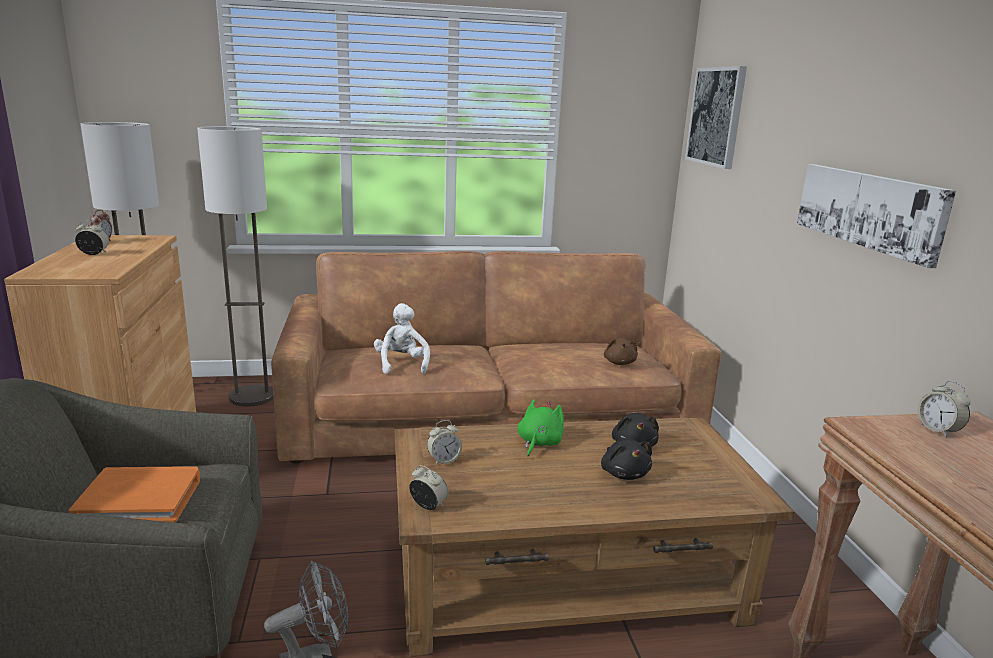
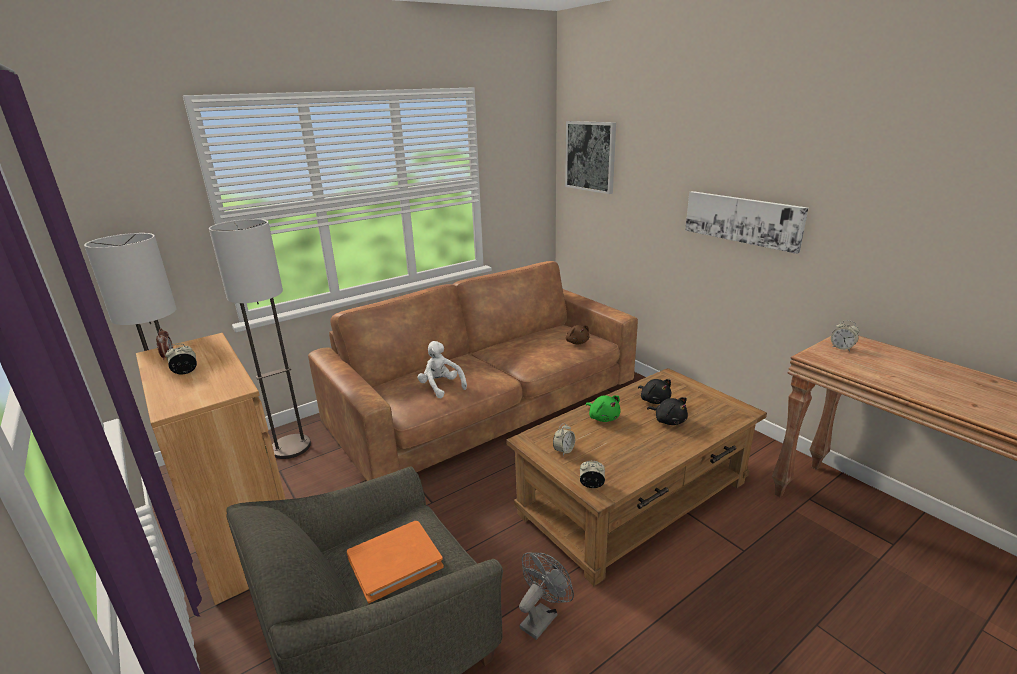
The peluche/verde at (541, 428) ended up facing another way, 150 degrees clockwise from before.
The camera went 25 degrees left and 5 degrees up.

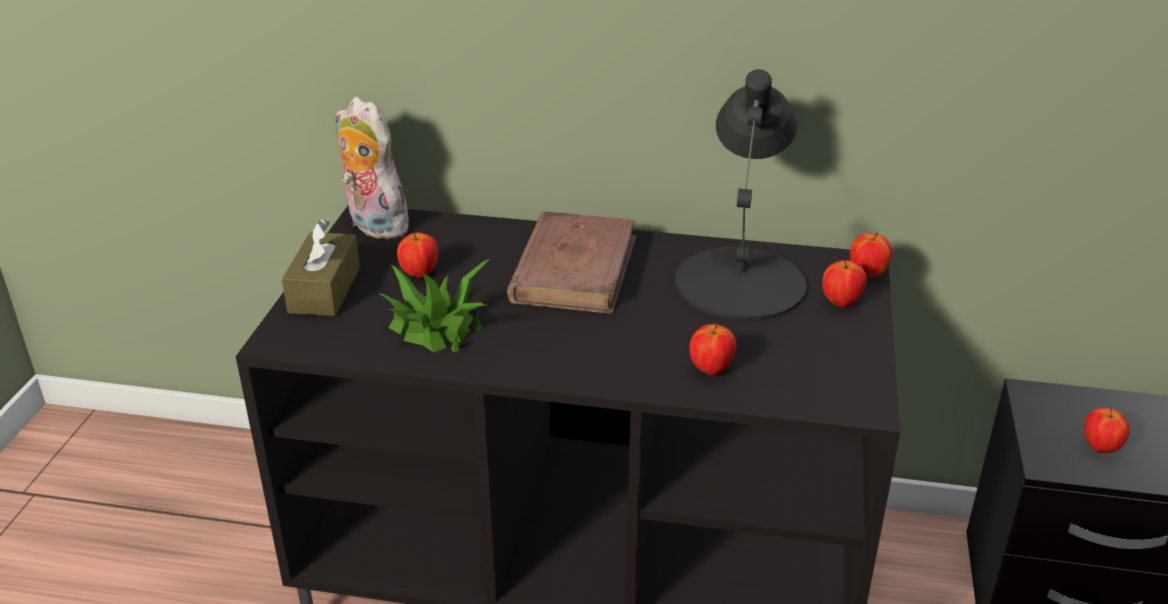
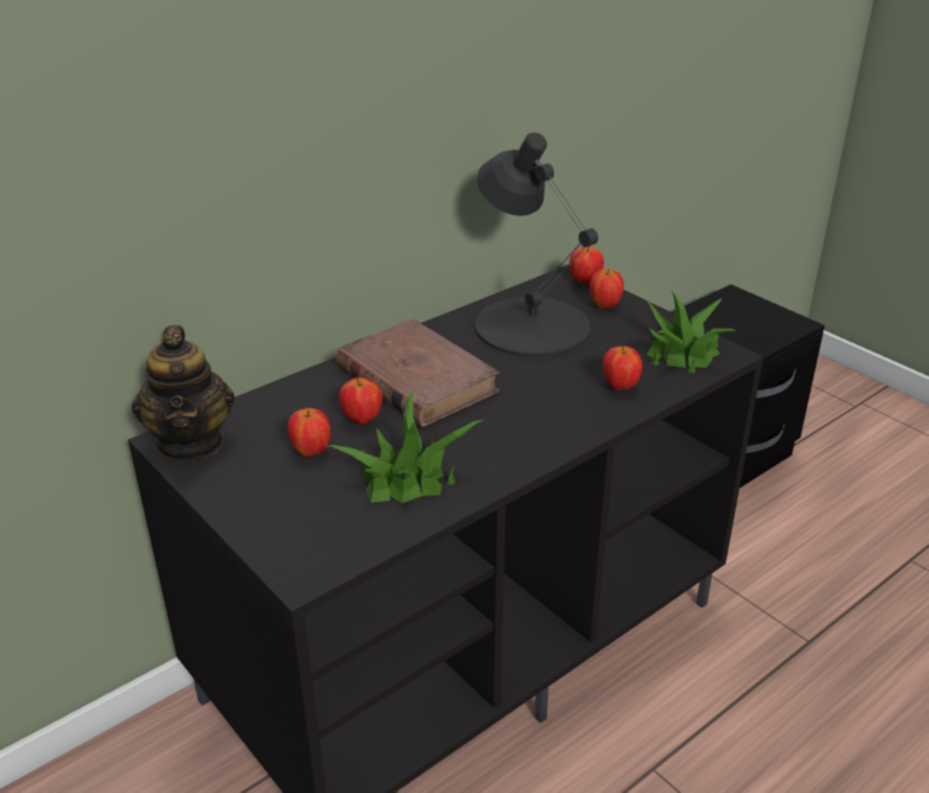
Where the peluche stood at (376, 168), the tetera came to stand at (183, 392).
The second view lost the caja de pañuelos/marrón at (321, 267).
The manzana ended up elsewhere, having gone from (1106, 430) to (360, 400).
The second view gained the planta en maceta at (691, 331).
The camera went 50 degrees left and 0 degrees up.

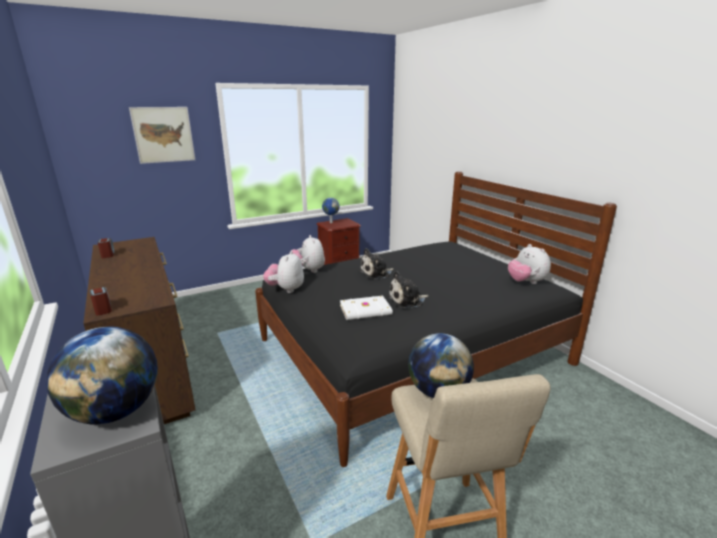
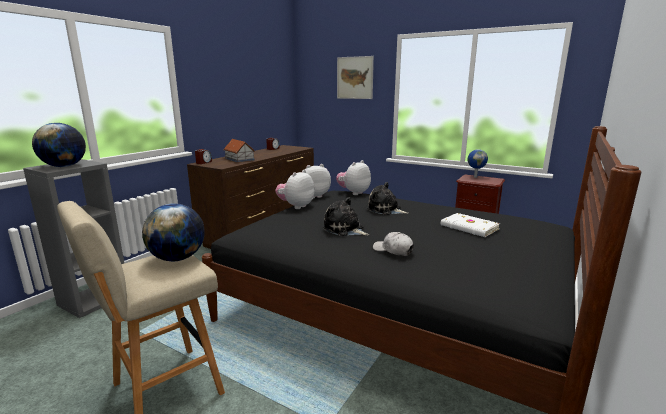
The peluche ended up elsewhere, having gone from (529, 264) to (295, 189).
The libro/blanco ended up elsewhere, having gone from (366, 308) to (470, 225).
The second view gained the casita at (239, 151).
The second view gained the gorra/blanco at (393, 244).
The camera went 60 degrees right and 5 degrees down.

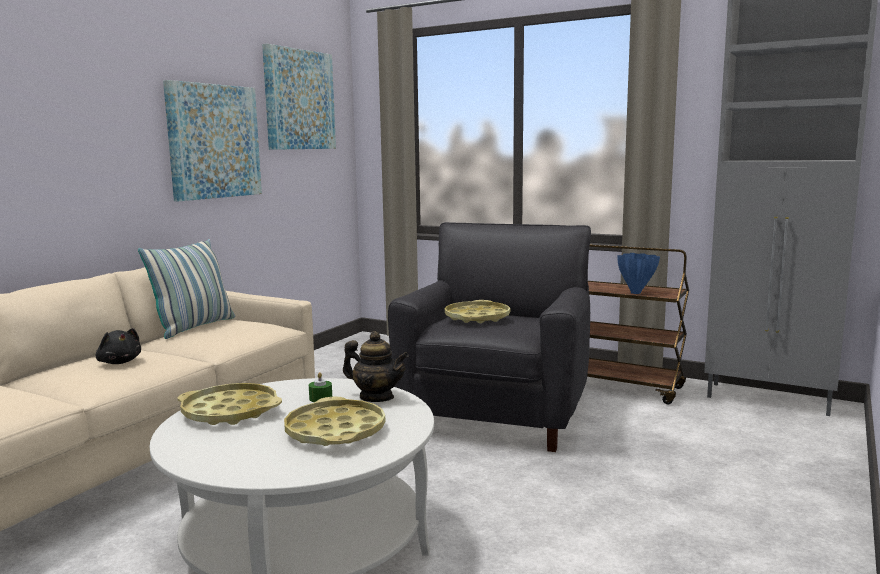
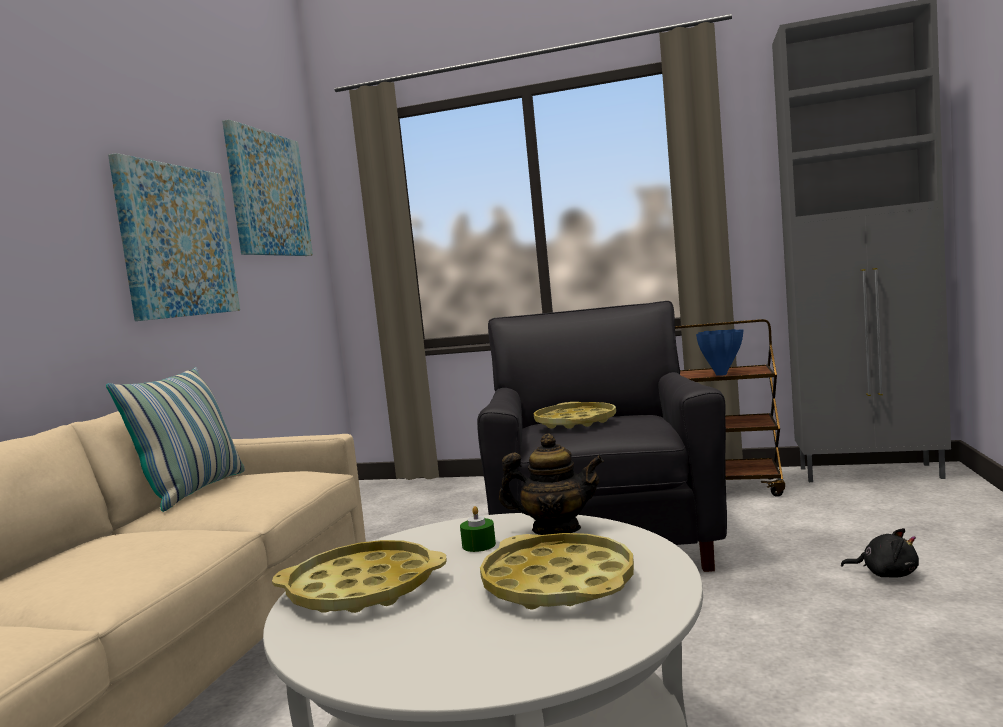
The peluche/negro ended up elsewhere, having gone from (118, 346) to (880, 553).
The camera went 15 degrees left and 5 degrees down.

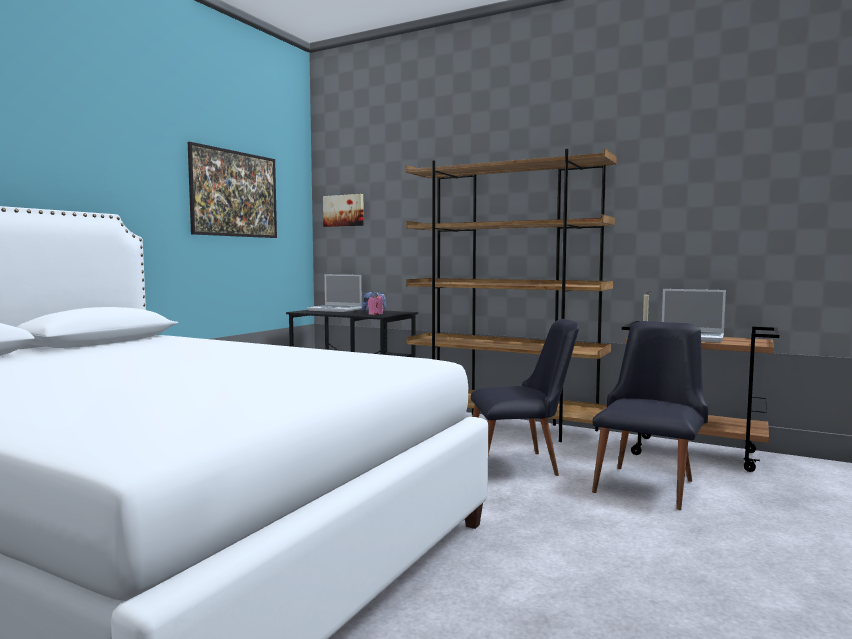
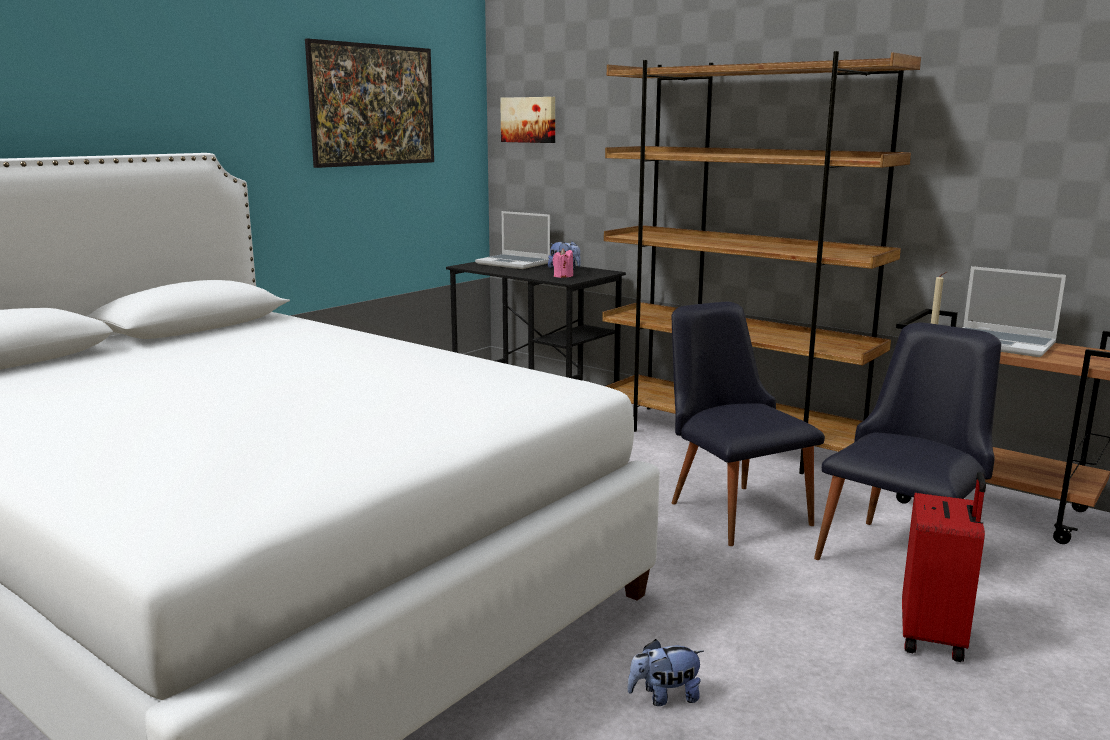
The silla/negro at (525, 397) ended up facing another way, 120 degrees counterclockwise from before.
The second view gained the maleta/rojo at (944, 567).
The second view gained the peluche at (665, 672).
The camera went 10 degrees right and 10 degrees up.

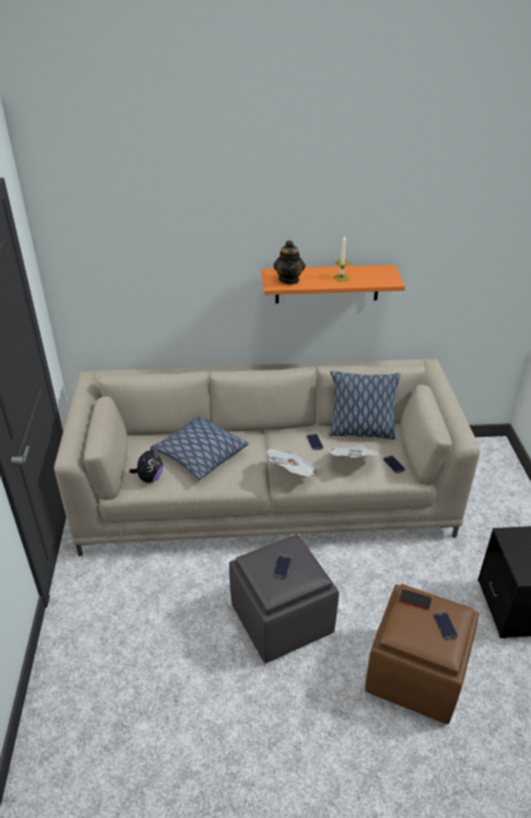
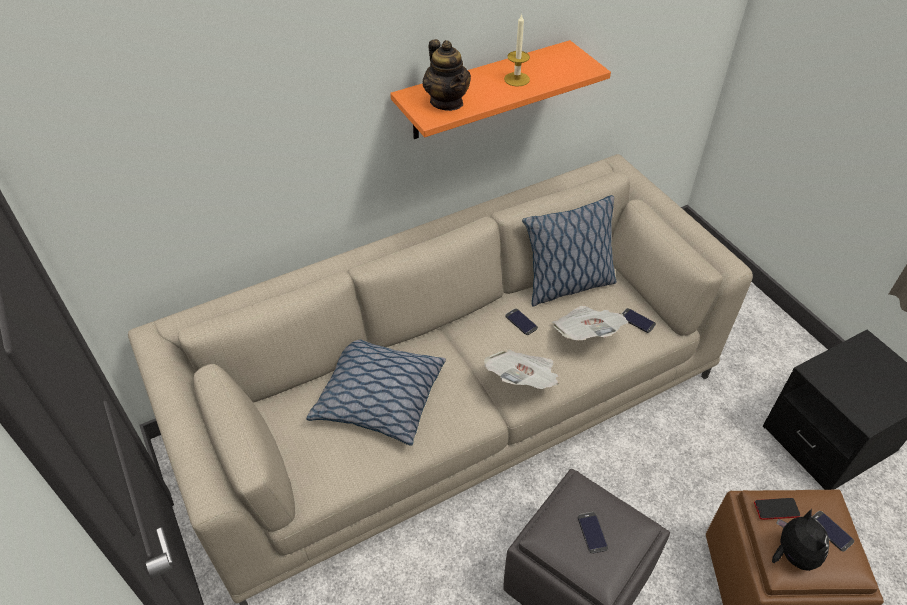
The peluche ended up elsewhere, having gone from (146, 464) to (800, 540).
The camera went 25 degrees left and 10 degrees up.

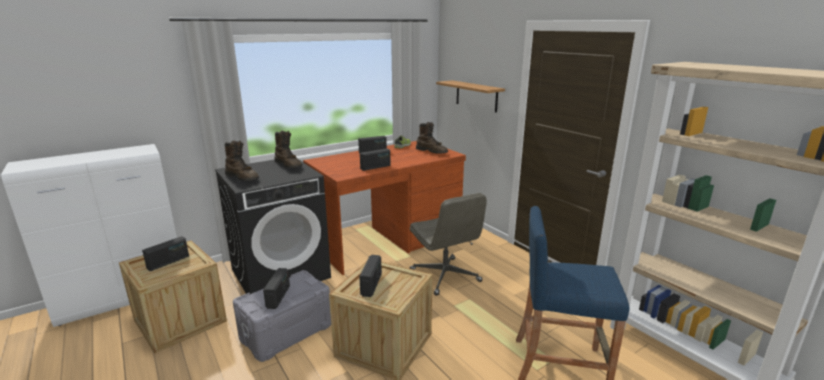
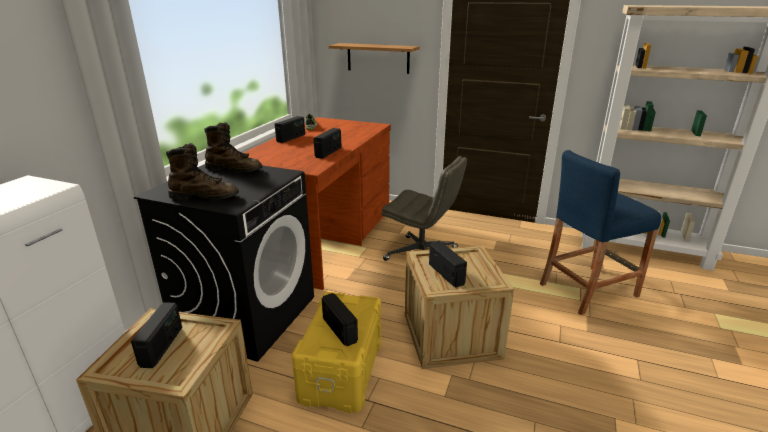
The second view lost the bota/marrón at (432, 138).
What was the caja de almacenaje/gris at (282, 316) turned into the caja de almacenaje/amarillo at (336, 352).
The camera went 35 degrees left and 5 degrees up.

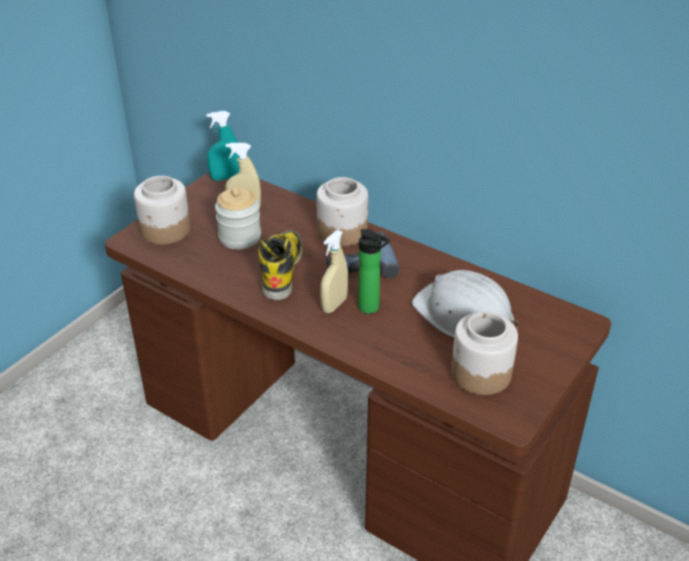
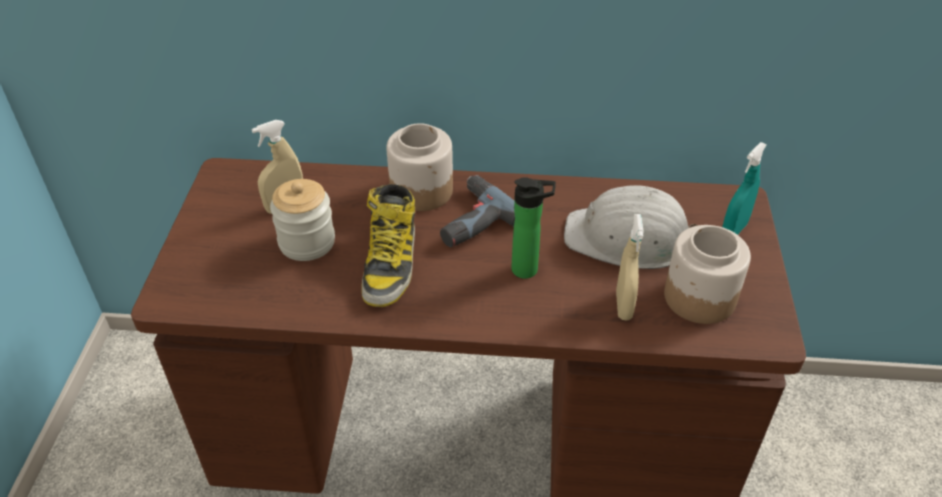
The pulverizador/turquesa ended up elsewhere, having gone from (222, 146) to (744, 188).
The second view lost the tarro at (162, 210).
The pulverizador/beis ended up elsewhere, having gone from (334, 271) to (630, 267).
The bota at (281, 265) ended up facing another way, 150 degrees counterclockwise from before.
The camera went 30 degrees left and 5 degrees up.

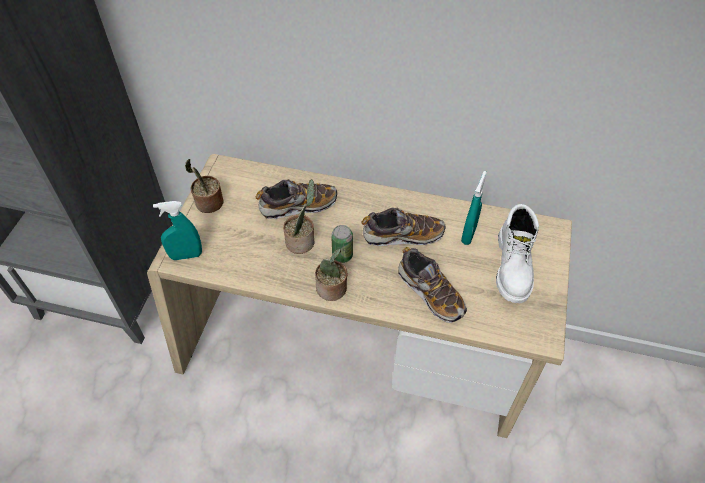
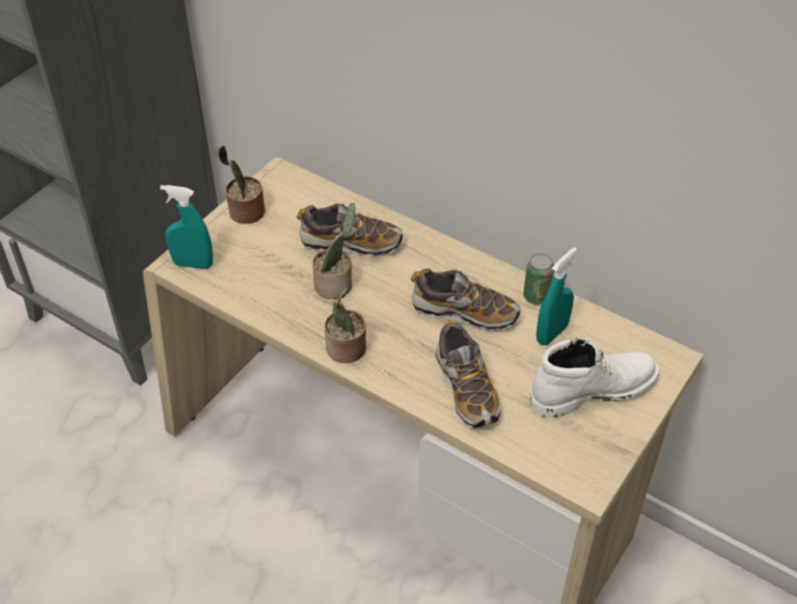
The bota/blanco at (517, 253) ended up facing another way, 135 degrees counterclockwise from before.
The lata ended up elsewhere, having gone from (342, 244) to (538, 279).
The camera went 20 degrees right and 5 degrees down.

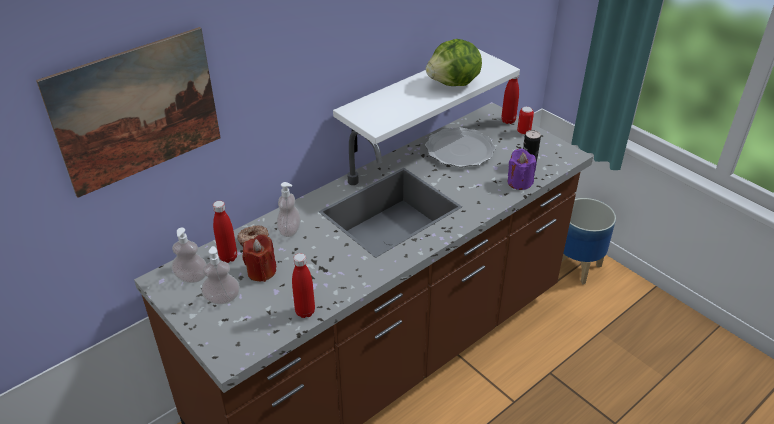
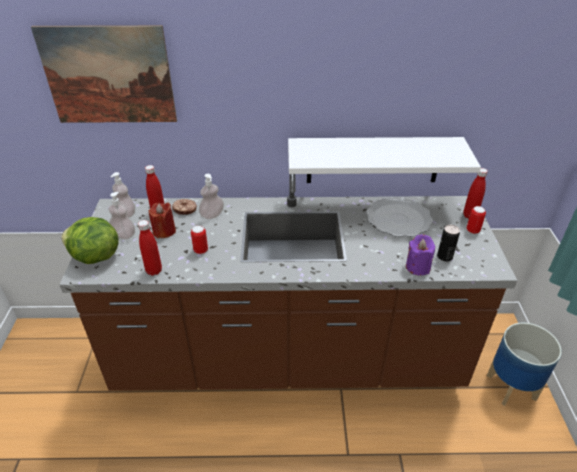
The lechuga ended up elsewhere, having gone from (454, 62) to (90, 240).
The second view gained the lata at (199, 240).
The camera went 40 degrees right and 0 degrees up.

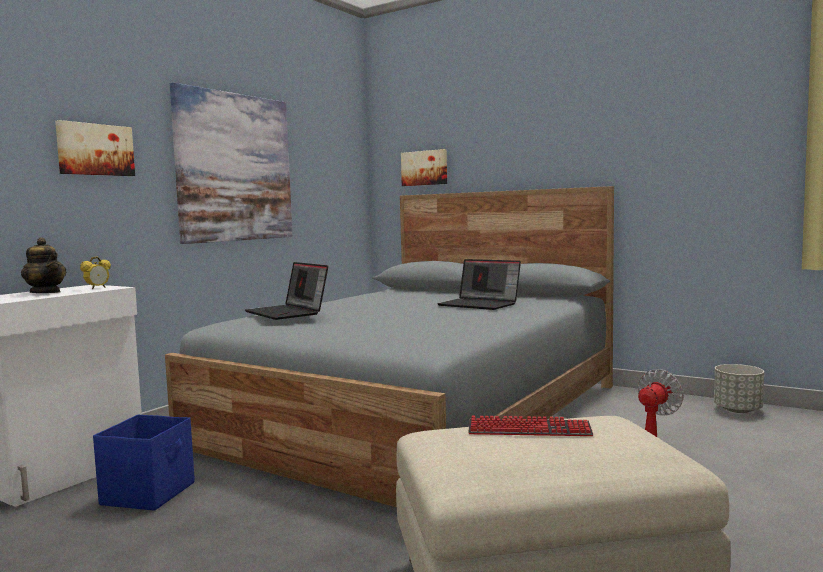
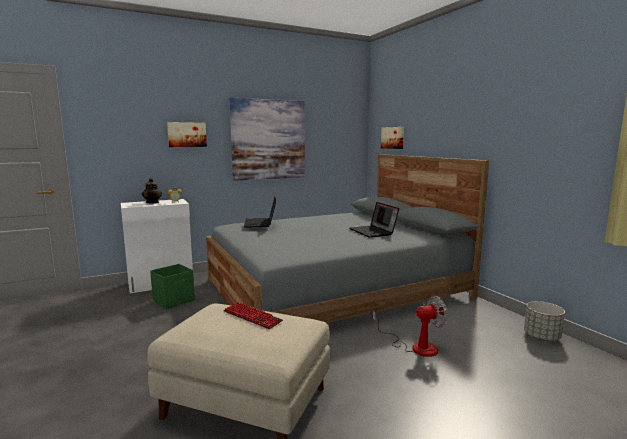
What was the caja de almacenaje/azul at (144, 462) turned into the caja de almacenaje/verde at (172, 286).
The camera went 30 degrees right and 5 degrees up.

